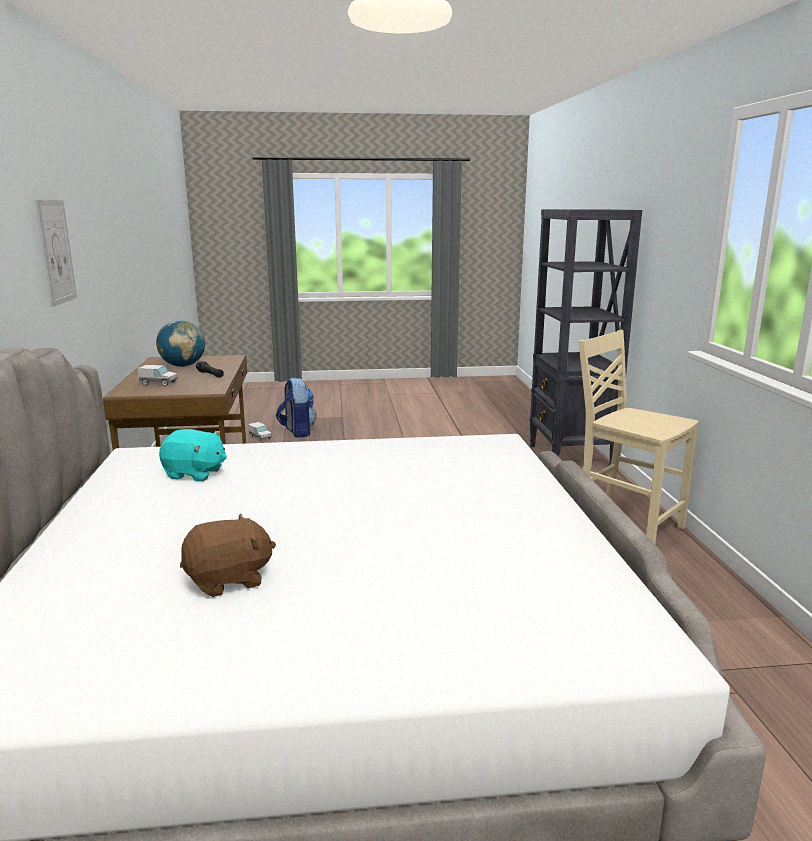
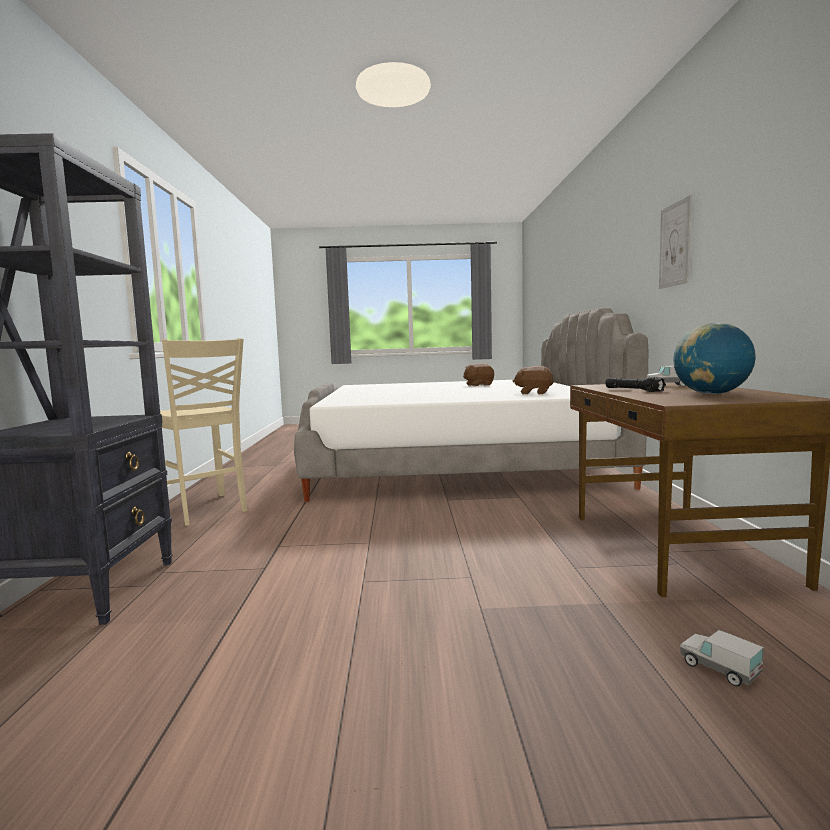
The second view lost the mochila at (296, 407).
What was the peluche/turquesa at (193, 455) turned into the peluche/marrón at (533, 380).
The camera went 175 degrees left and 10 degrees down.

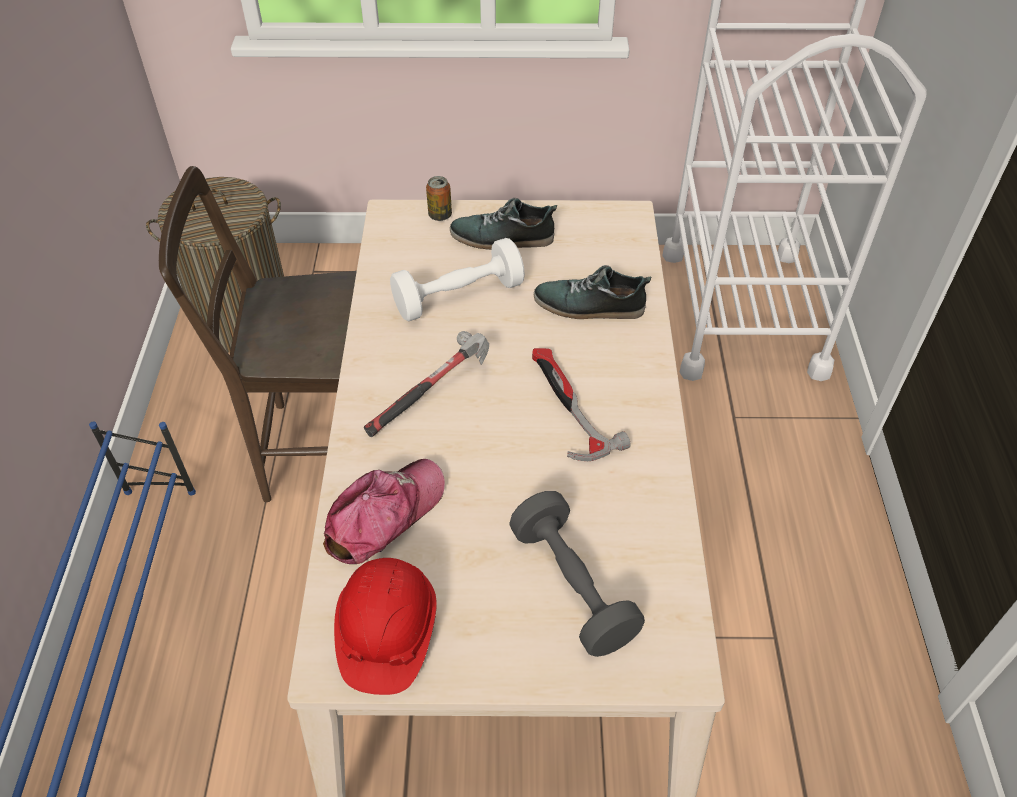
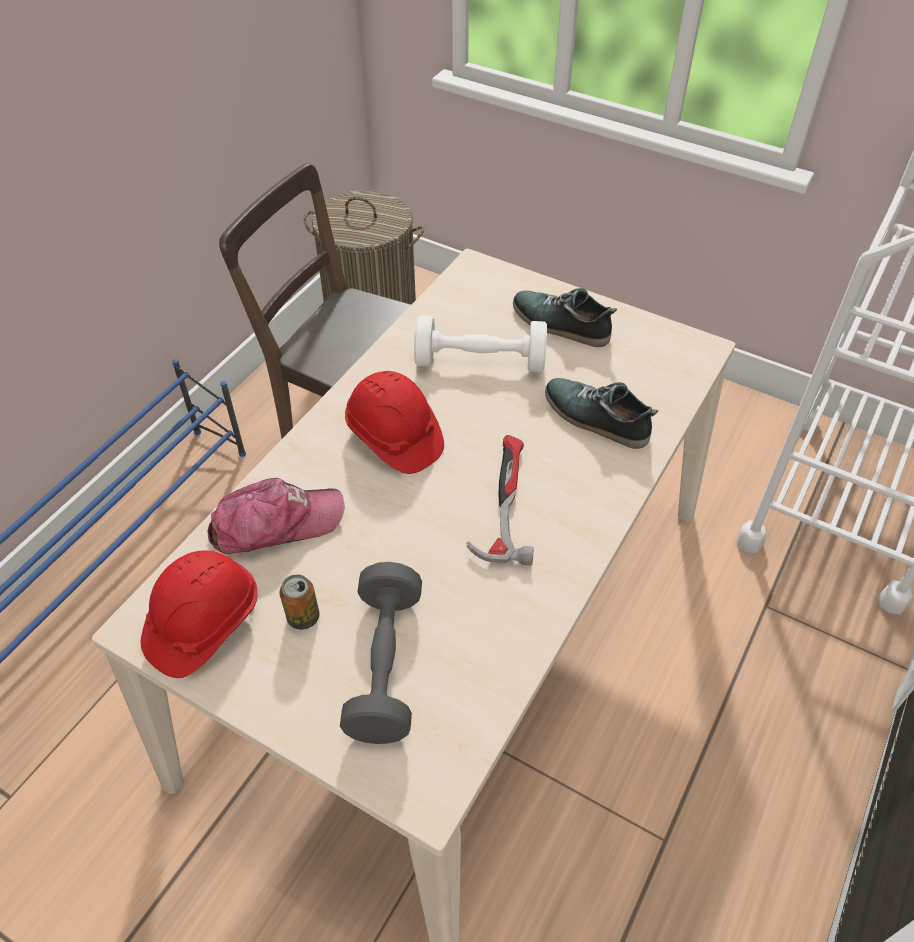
The lata ended up elsewhere, having gone from (439, 198) to (299, 602).
Where the martillo stood at (426, 384), the casco/rojo came to stand at (394, 422).
The camera went 30 degrees right and 0 degrees up.

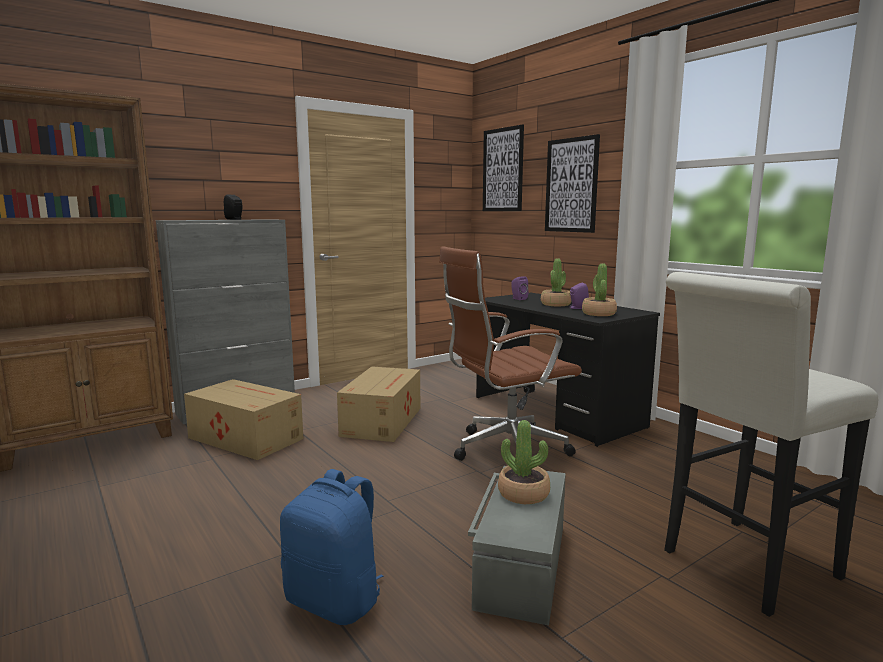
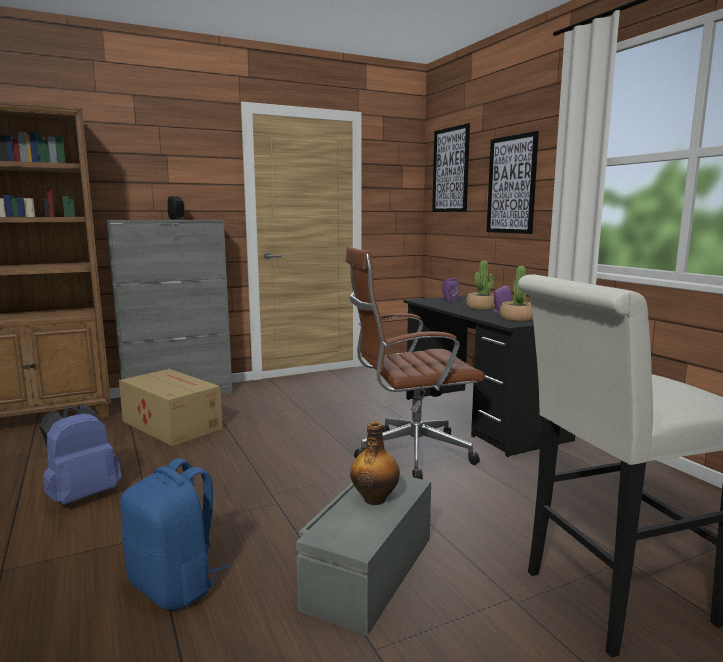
The second view lost the caja de cartón at (378, 404).
Where the planta en maceta stood at (524, 462), the botella came to stand at (375, 463).
The second view gained the mochila/azul at (80, 454).
The camera went 10 degrees right and 0 degrees up.

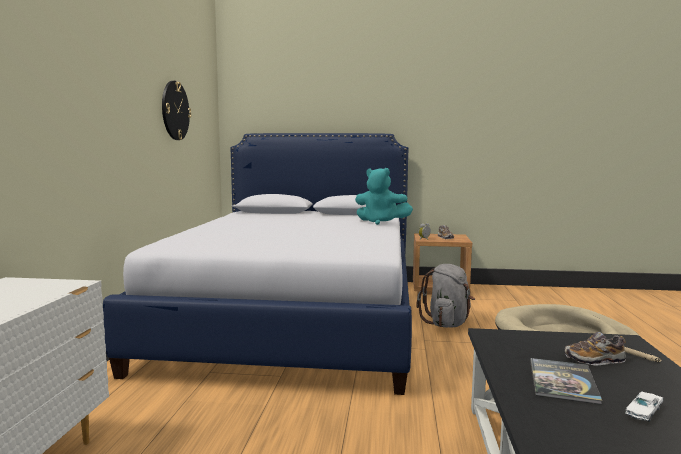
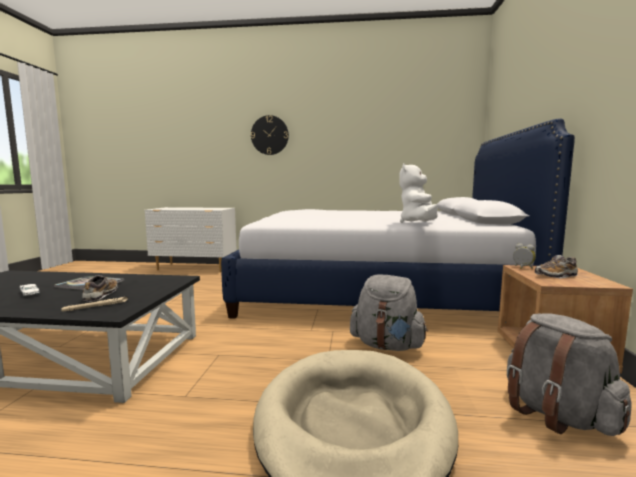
The reloj de pared ended up elsewhere, having gone from (176, 110) to (270, 135).
What was the peluche/turquesa at (384, 196) turned into the peluche/blanco at (418, 193).
The second view gained the mochila/gris at (569, 374).
The camera went 90 degrees right and 0 degrees up.

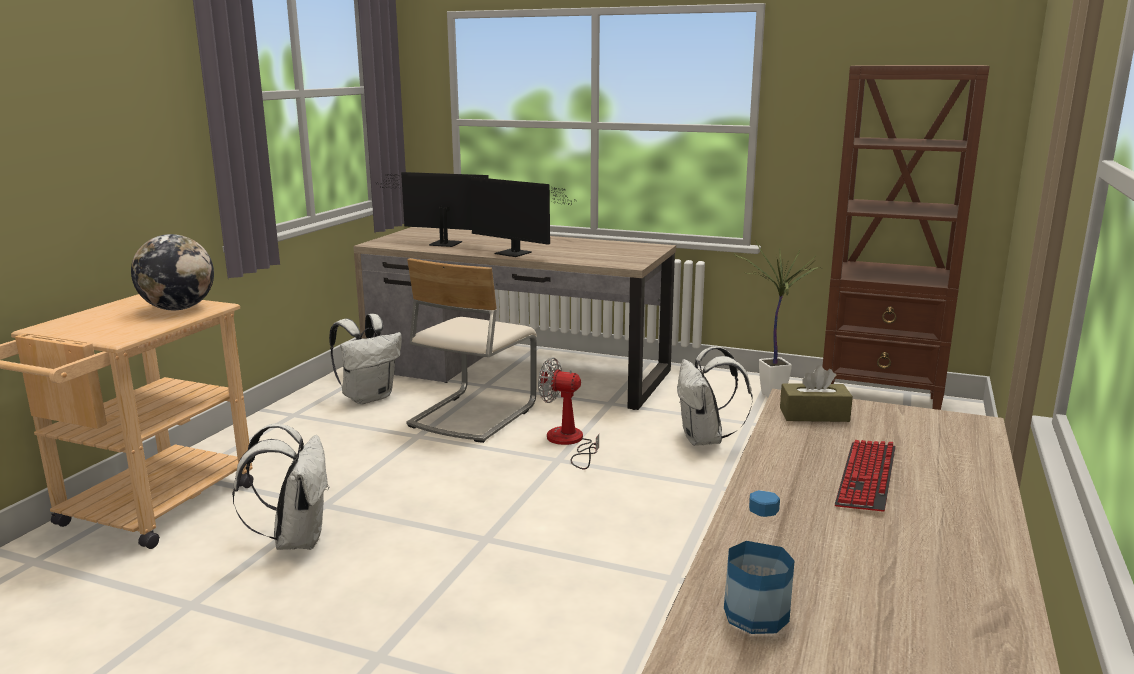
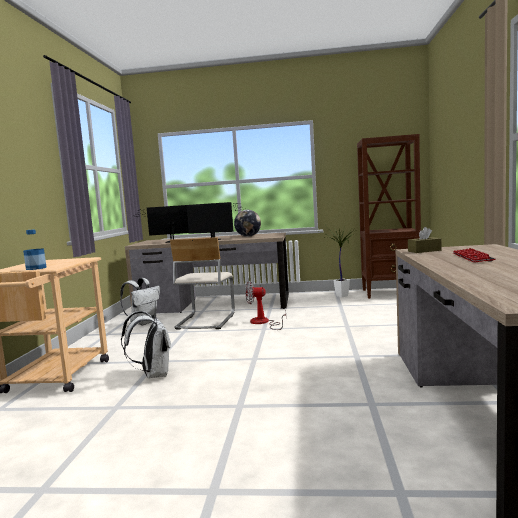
The globo terráqueo ended up elsewhere, having gone from (172, 272) to (247, 223).
The second view lost the mochila/blanco at (715, 396).
The botella ended up elsewhere, having gone from (759, 562) to (35, 249).
The camera went 15 degrees left and 10 degrees down.

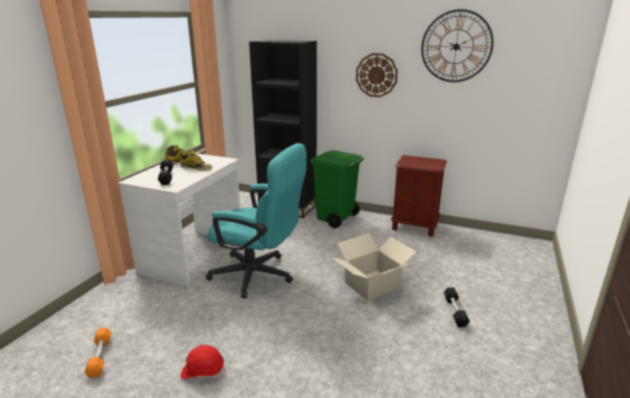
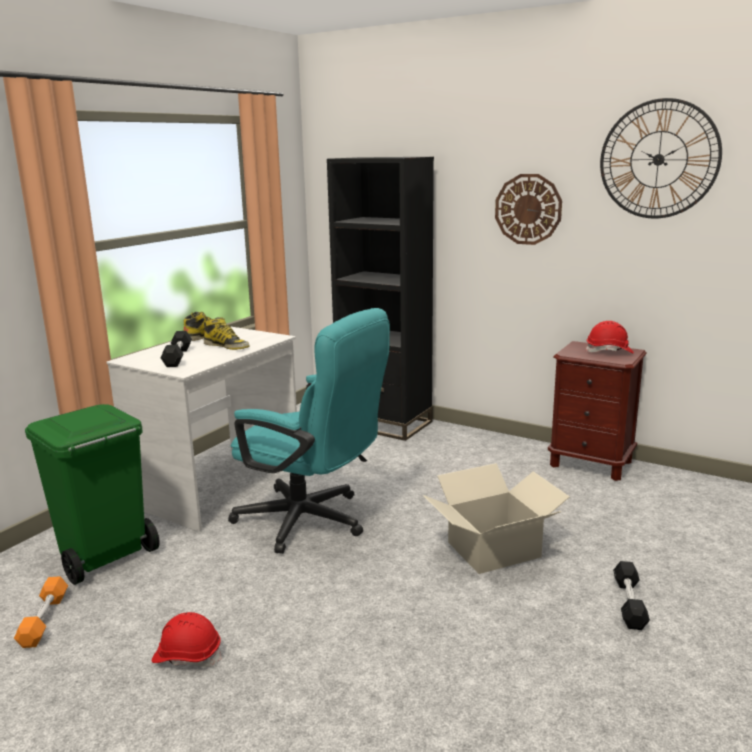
The papelera/verde ended up elsewhere, having gone from (337, 189) to (92, 494).
The second view gained the casco/rojo at (610, 337).
The camera went 10 degrees right and 5 degrees down.

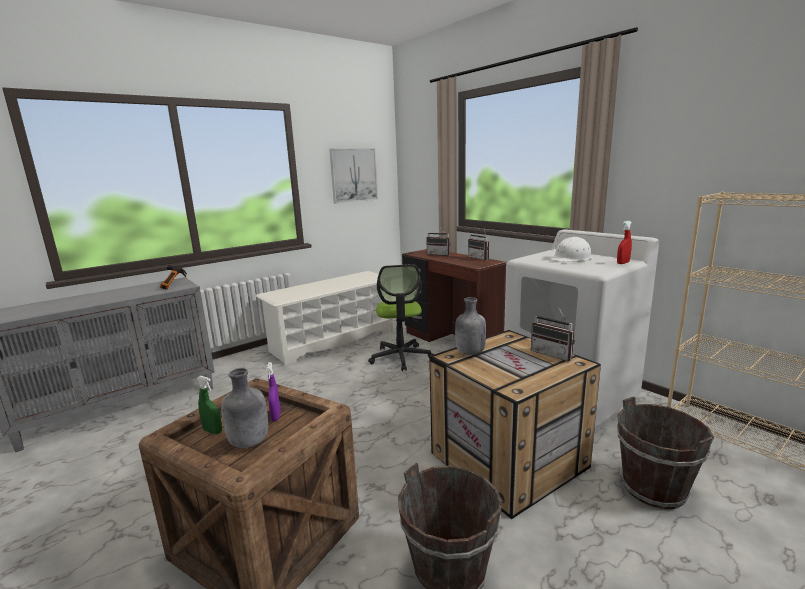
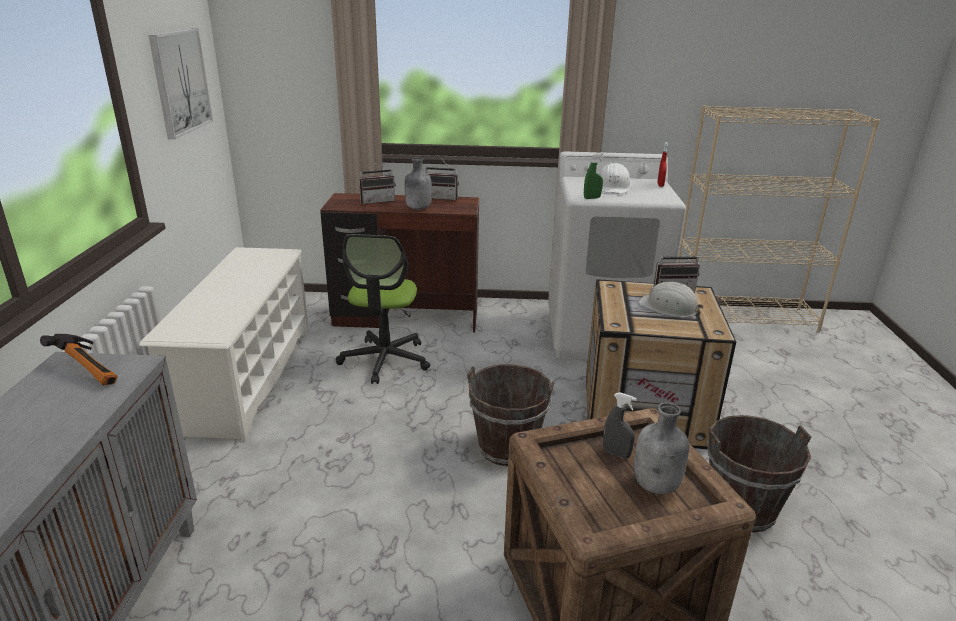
The silla de oficina at (401, 317) ended up facing another way, 60 degrees clockwise from before.
The botella/gris ended up elsewhere, having gone from (470, 326) to (418, 183).
What was the pulverizador/morado at (274, 391) turned into the pulverizador/gris at (620, 425).
The pulverizador/verde ended up elsewhere, having gone from (209, 405) to (594, 175).
The cubo/marrón ended up elsewhere, having gone from (665, 453) to (511, 415).
The second view gained the casco/blanco at (671, 300).
The camera went 50 degrees left and 10 degrees up.

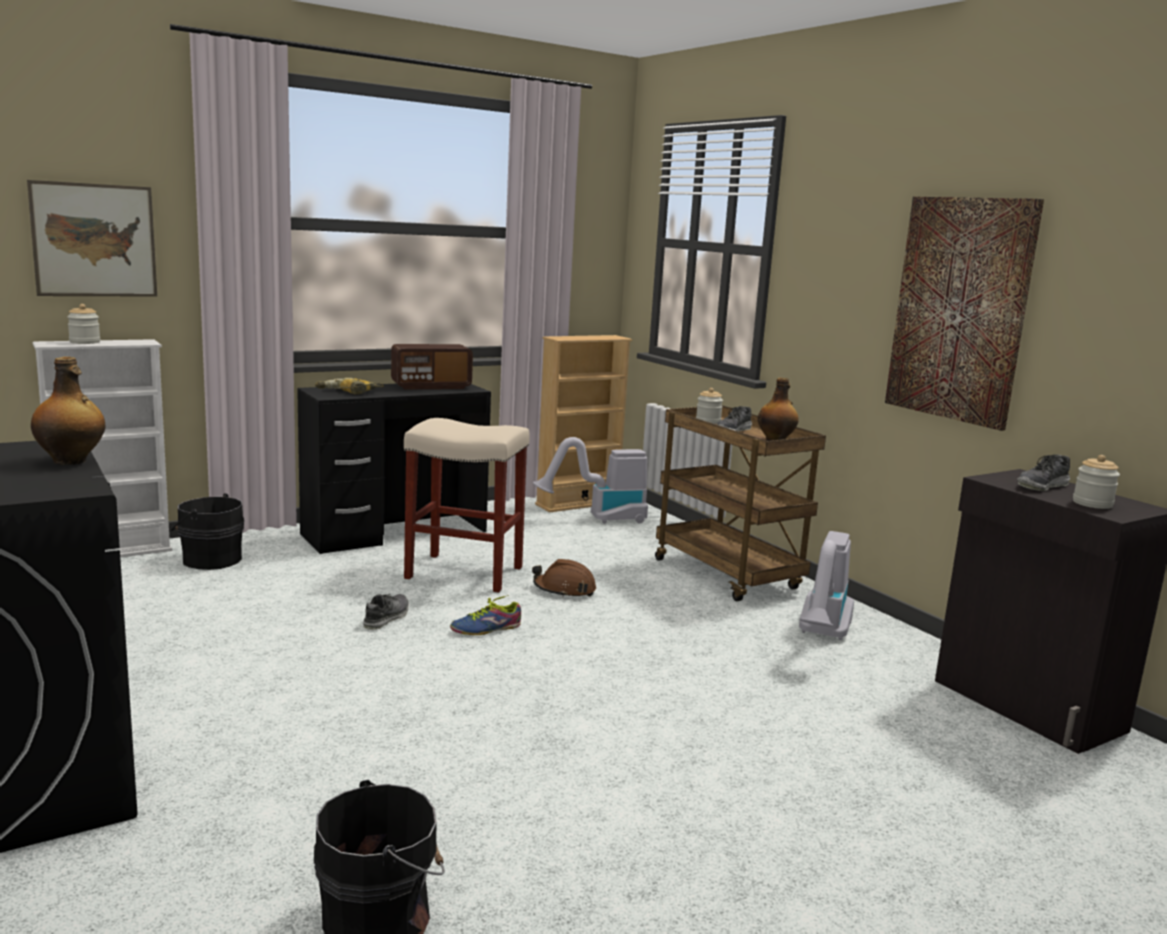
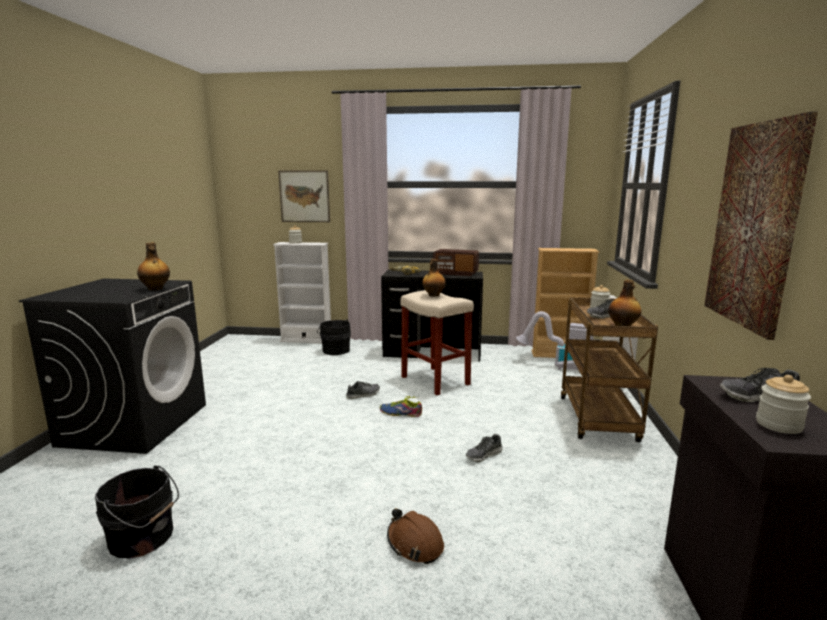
The second view lost the aspiradora at (826, 585).
The casco/marrón ended up elsewhere, having gone from (564, 578) to (415, 536).
The second view gained the botella at (434, 278).
The second view gained the zapato at (484, 448).
The camera went 40 degrees right and 0 degrees up.

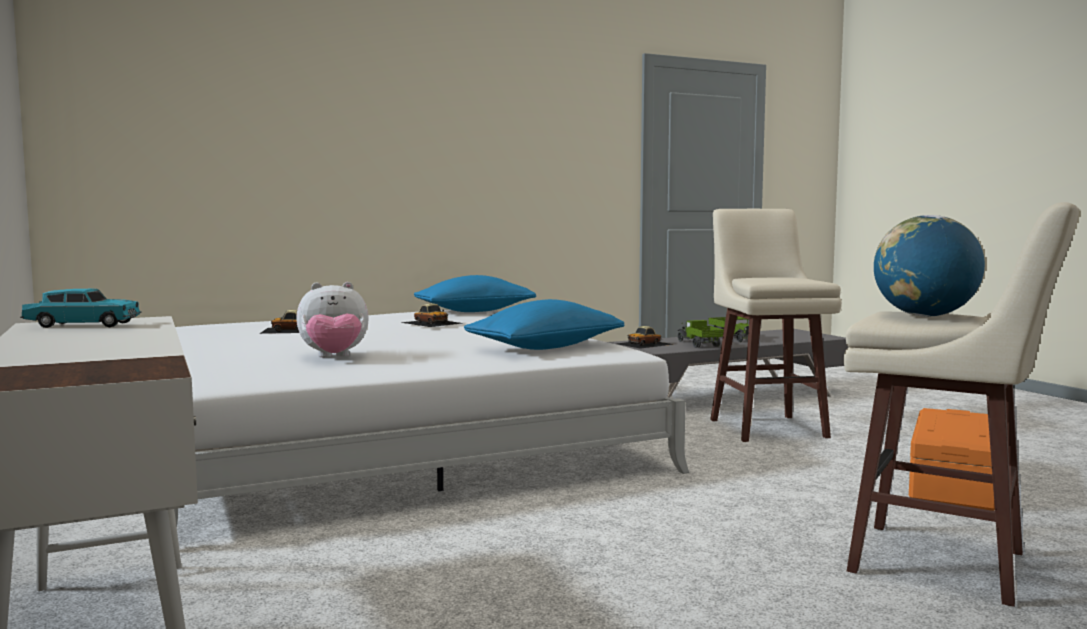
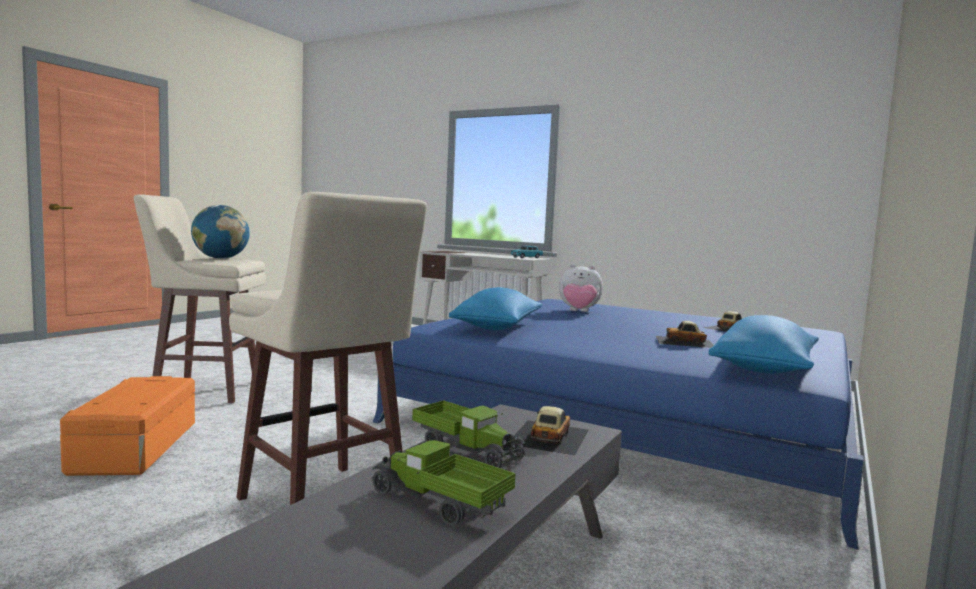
The peluche at (332, 319) ended up facing another way, 120 degrees counterclockwise from before.
What was the cama/blanco at (431, 418) turned into the cama/azul at (618, 424).
The camera went 145 degrees right and 0 degrees up.

